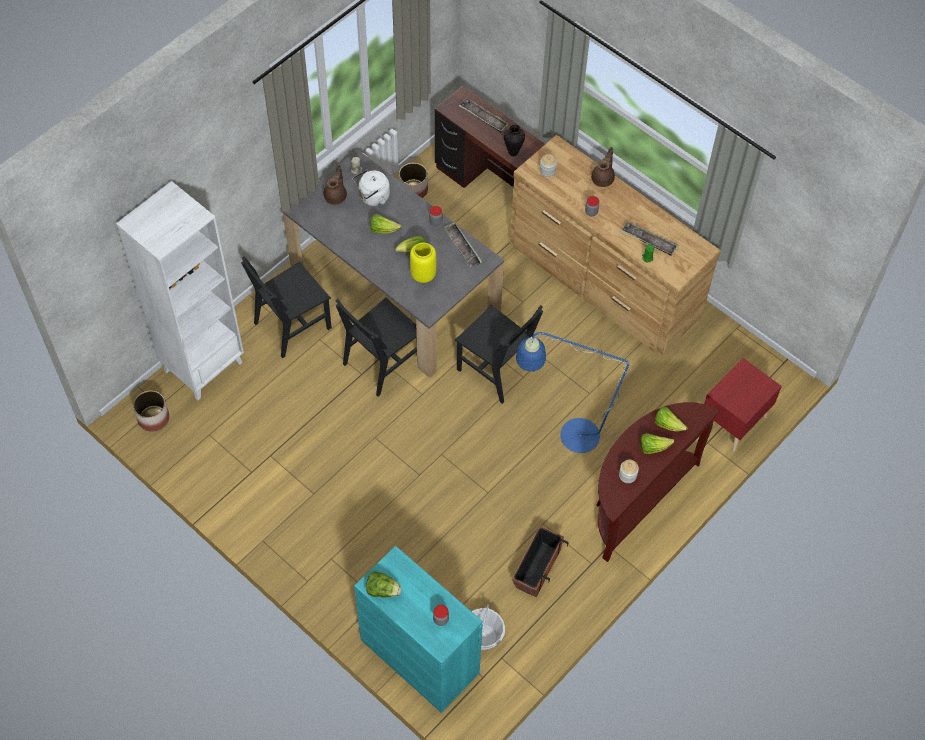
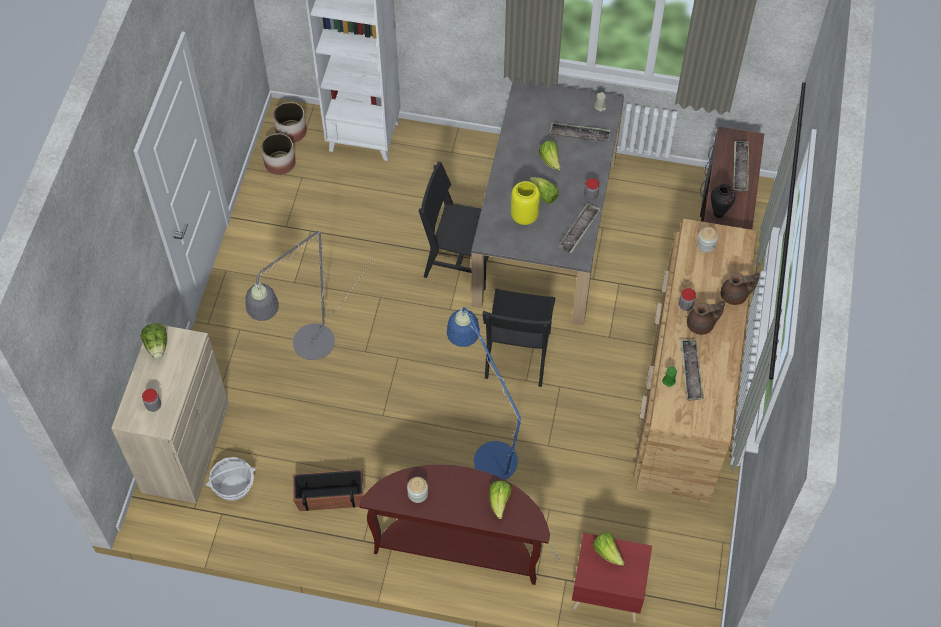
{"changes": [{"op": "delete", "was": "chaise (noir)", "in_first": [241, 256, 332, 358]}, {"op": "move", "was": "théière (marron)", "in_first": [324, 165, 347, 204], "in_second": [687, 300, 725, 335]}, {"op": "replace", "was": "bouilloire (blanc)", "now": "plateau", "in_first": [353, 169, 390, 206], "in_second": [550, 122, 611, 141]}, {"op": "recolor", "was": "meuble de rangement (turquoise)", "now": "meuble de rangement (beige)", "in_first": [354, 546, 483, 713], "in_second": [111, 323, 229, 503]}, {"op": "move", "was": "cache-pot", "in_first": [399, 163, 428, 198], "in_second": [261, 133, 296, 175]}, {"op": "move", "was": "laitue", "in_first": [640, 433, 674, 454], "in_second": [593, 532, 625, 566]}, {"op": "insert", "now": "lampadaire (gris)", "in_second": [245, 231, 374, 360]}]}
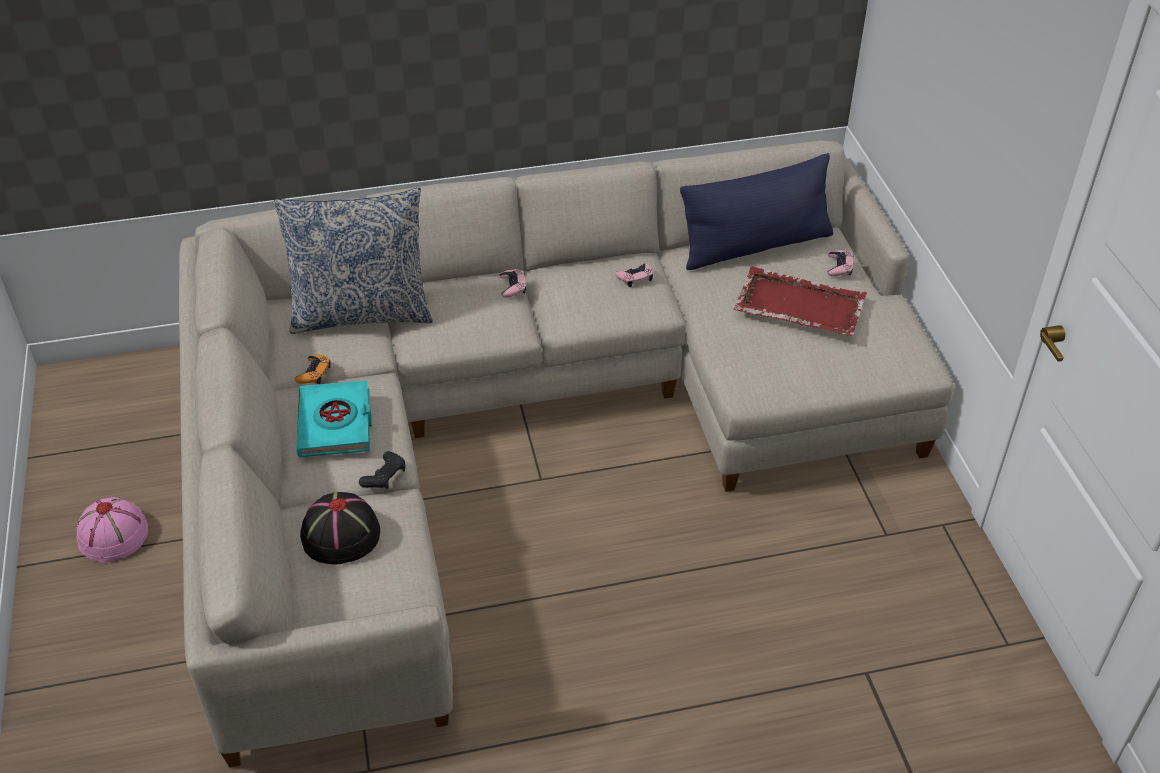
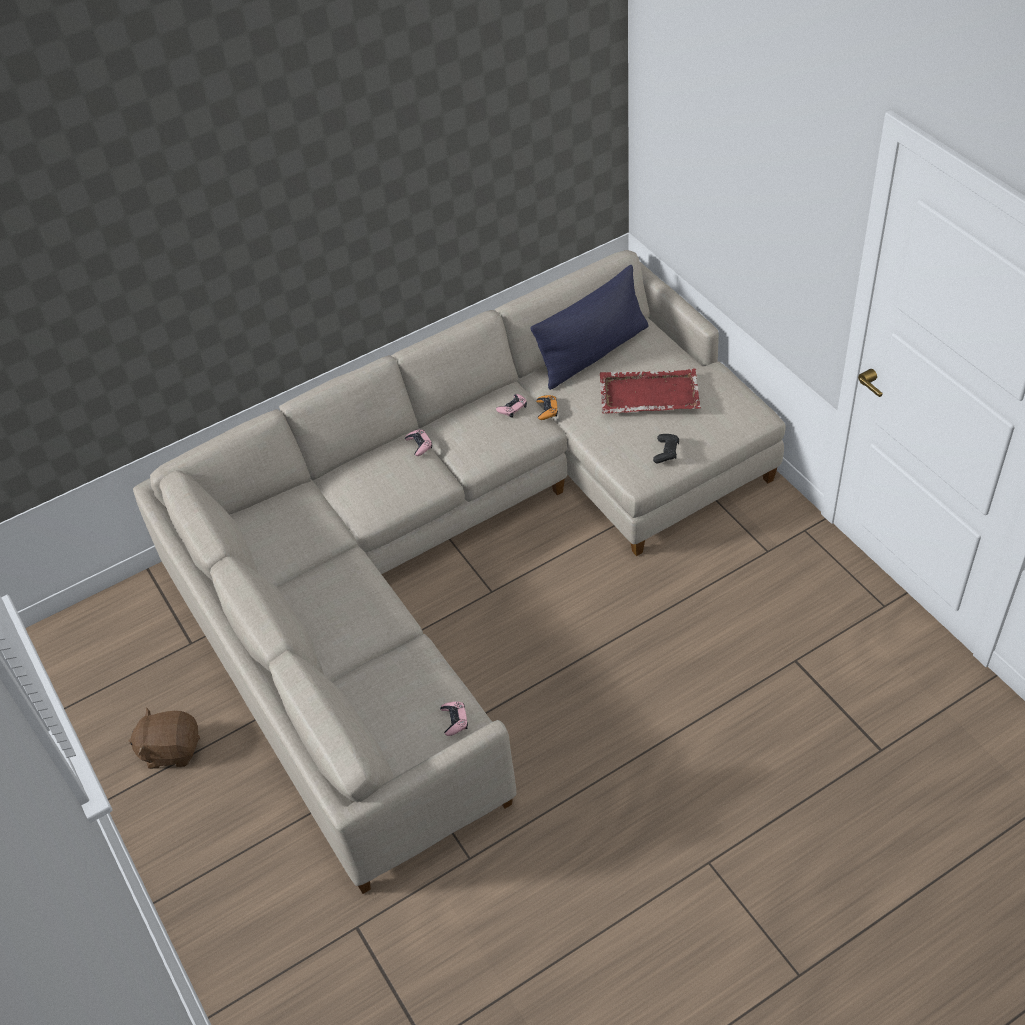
{"changes": [{"op": "replace", "was": "chapeau (rose)", "now": "peluche (marron)", "in_first": [77, 497, 148, 562], "in_second": [128, 708, 200, 769]}, {"op": "delete", "was": "coussin", "in_first": [273, 188, 433, 334]}, {"op": "move", "was": "manette (orange)", "in_first": [295, 354, 331, 384], "in_second": [536, 395, 558, 420]}, {"op": "delete", "was": "livre (turquoise)", "in_first": [296, 380, 372, 457]}, {"op": "delete", "was": "chapeau (noir)", "in_first": [300, 492, 380, 564]}, {"op": "move", "was": "manette (noir)", "in_first": [359, 451, 405, 489], "in_second": [653, 434, 679, 463]}, {"op": "move", "was": "manette (rose)", "in_first": [828, 250, 853, 276], "in_second": [440, 701, 468, 736]}]}
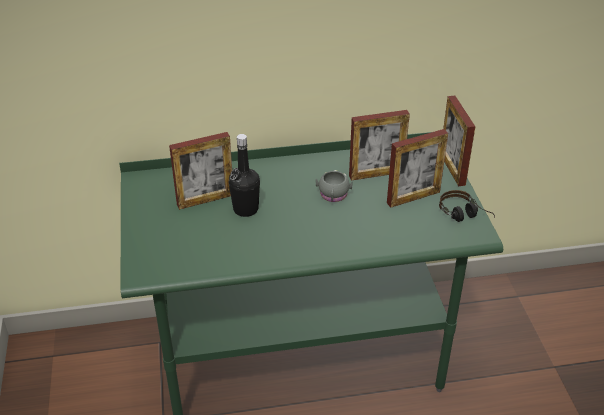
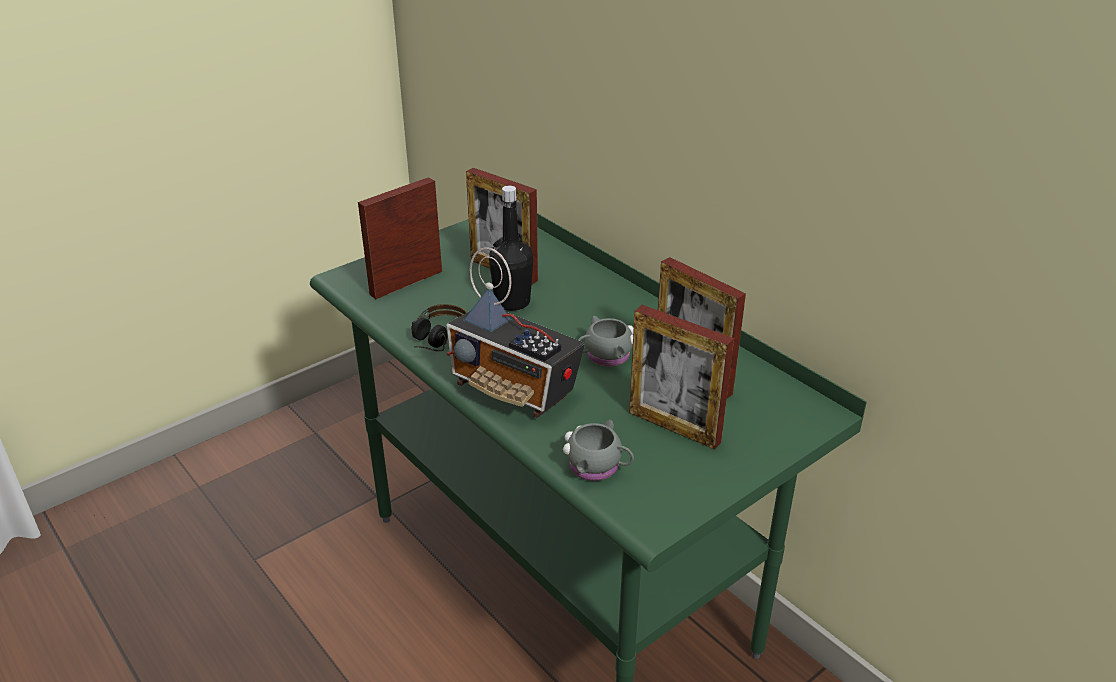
{"changes": [{"op": "move", "was": "casque audio", "in_first": [439, 190, 495, 222], "in_second": [411, 304, 467, 351]}, {"op": "move", "was": "cadre photo", "in_first": [443, 95, 475, 186], "in_second": [358, 177, 442, 299]}, {"op": "insert", "now": "radio", "in_second": [446, 247, 585, 418]}, {"op": "insert", "now": "mug (gris)", "in_second": [563, 420, 634, 481]}]}
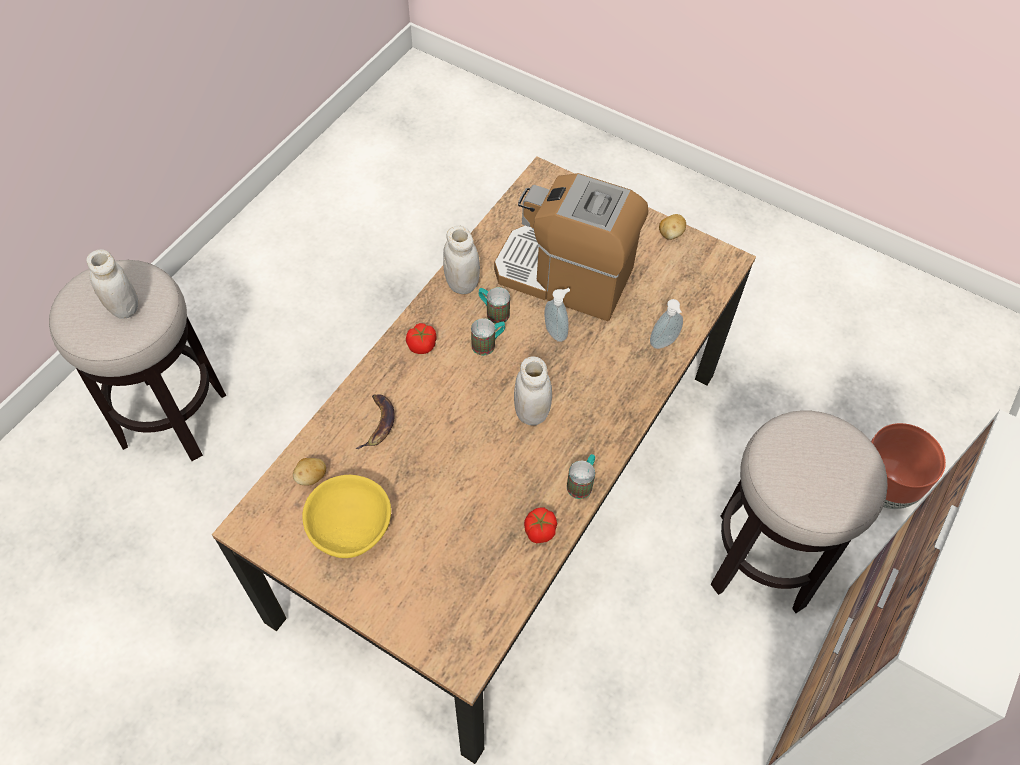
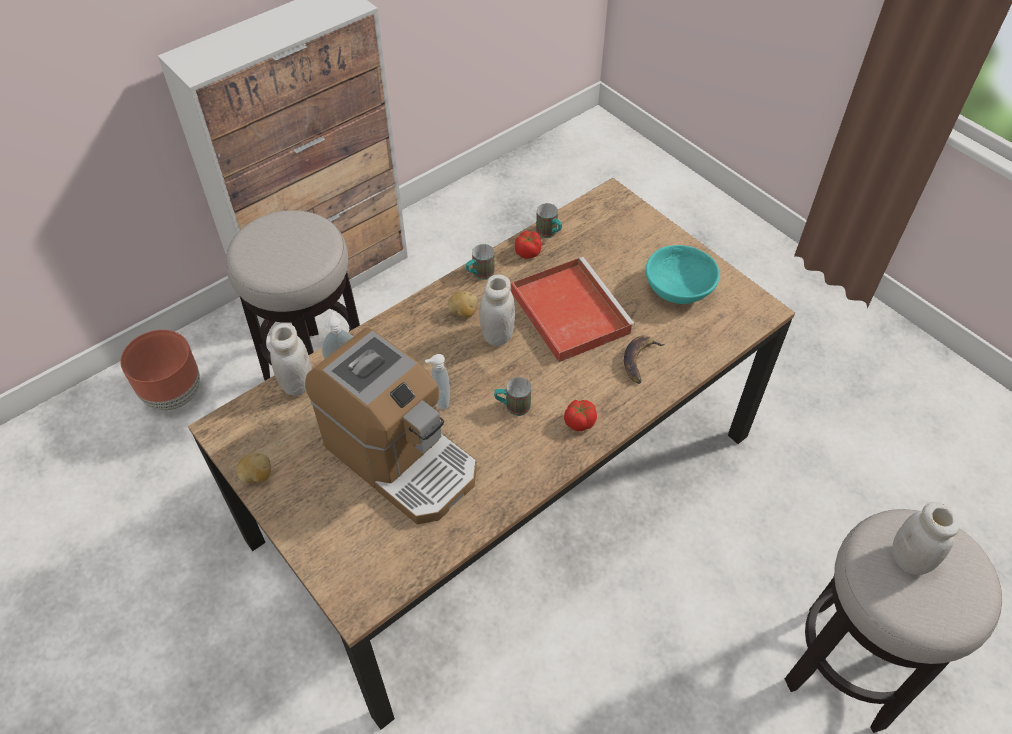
{"changes": [{"op": "move", "was": "pomme de terre", "in_first": [293, 458, 326, 486], "in_second": [448, 291, 478, 318]}, {"op": "recolor", "was": "bol (jaune)", "now": "bol (turquoise)", "in_first": [302, 475, 391, 558], "in_second": [646, 245, 720, 304]}, {"op": "move", "was": "bocal (blanc)", "in_first": [443, 226, 480, 294], "in_second": [270, 323, 312, 396]}, {"op": "move", "was": "mug", "in_first": [478, 287, 510, 324], "in_second": [536, 203, 562, 238]}, {"op": "insert", "now": "plateau (rouge)", "in_second": [511, 257, 635, 362]}]}
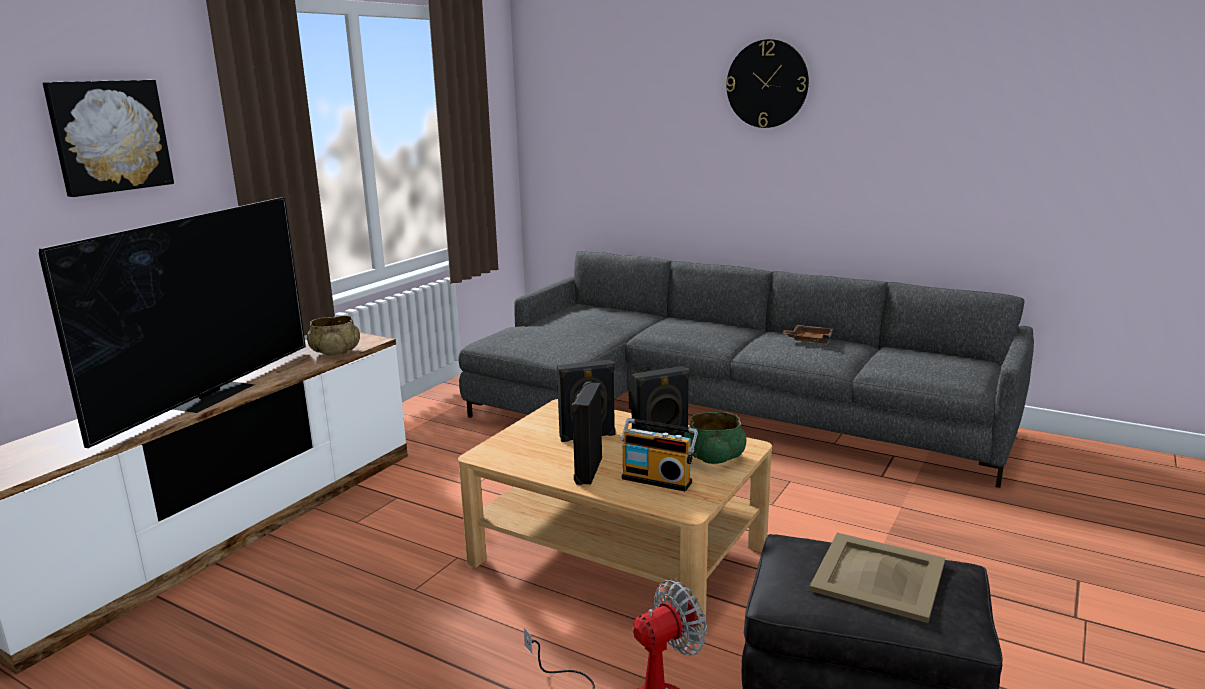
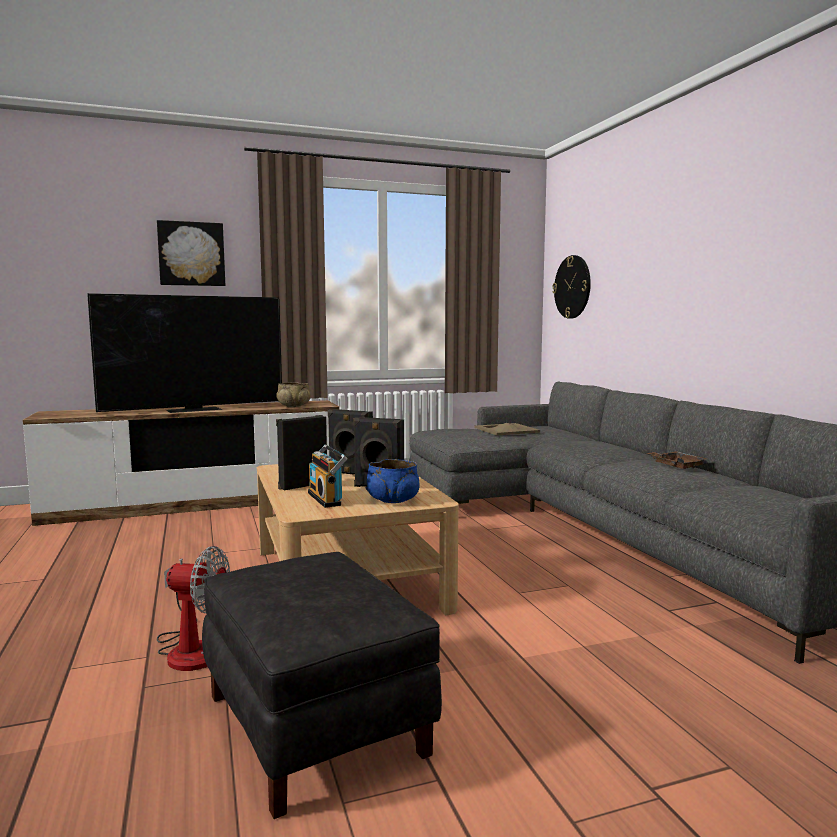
{"changes": [{"op": "recolor", "was": "bol (vert)", "now": "bol (bleu)", "in_first": [683, 412, 747, 464], "in_second": [366, 459, 420, 503]}, {"op": "move", "was": "horloge murale", "in_first": [726, 39, 809, 128], "in_second": [553, 255, 591, 319]}, {"op": "move", "was": "plateau (beige)", "in_first": [809, 533, 945, 623], "in_second": [475, 423, 540, 435]}]}
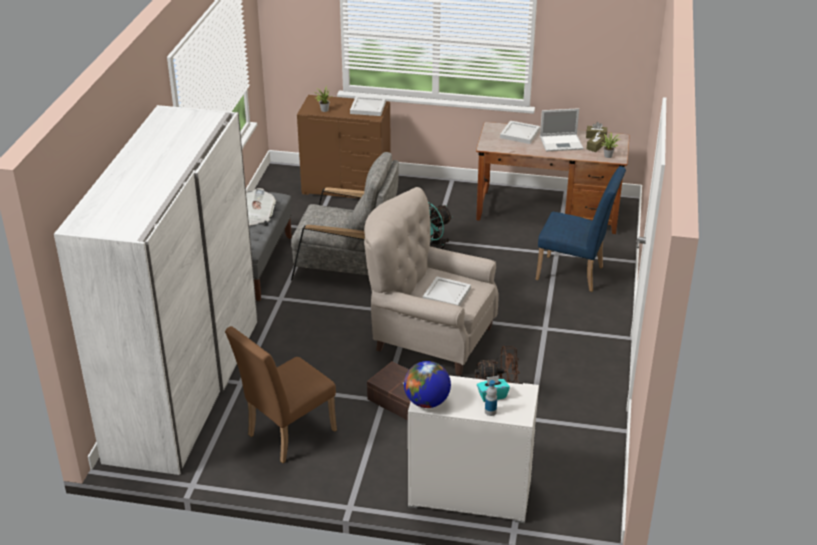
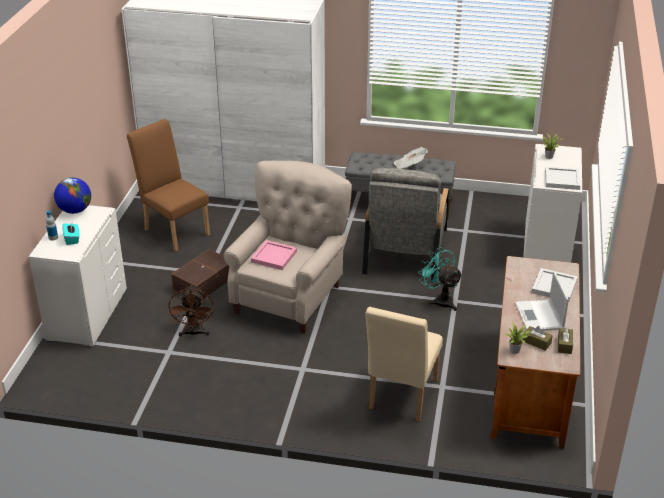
{"changes": [{"op": "recolor", "was": "commode (marron)", "now": "commode (blanc)", "in_first": [297, 95, 391, 199], "in_second": [523, 144, 582, 262]}, {"op": "recolor", "was": "plateau (blanc)", "now": "plateau (rose)", "in_first": [423, 276, 471, 306], "in_second": [251, 240, 297, 270]}, {"op": "recolor", "was": "chaise (bleu)", "now": "chaise (beige)", "in_first": [536, 166, 626, 292], "in_second": [365, 307, 443, 422]}]}
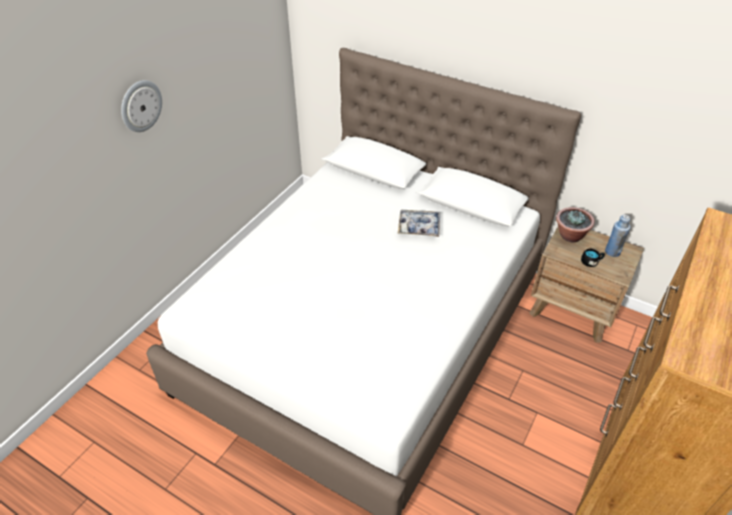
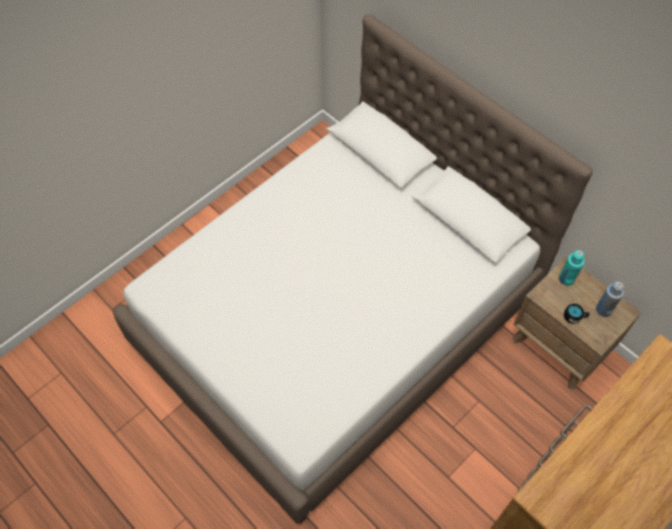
{"changes": [{"op": "delete", "was": "horloge murale", "in_first": [121, 80, 162, 132]}, {"op": "delete", "was": "plateau", "in_first": [398, 210, 440, 237]}, {"op": "replace", "was": "plante en pot", "now": "bouteille (turquoise)", "in_first": [556, 207, 595, 242], "in_second": [559, 250, 585, 286]}]}
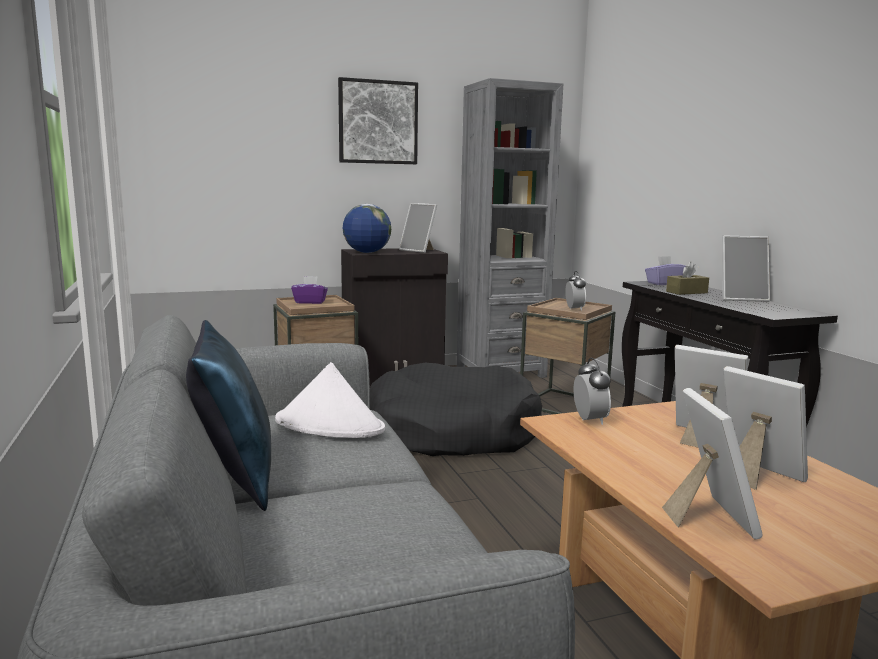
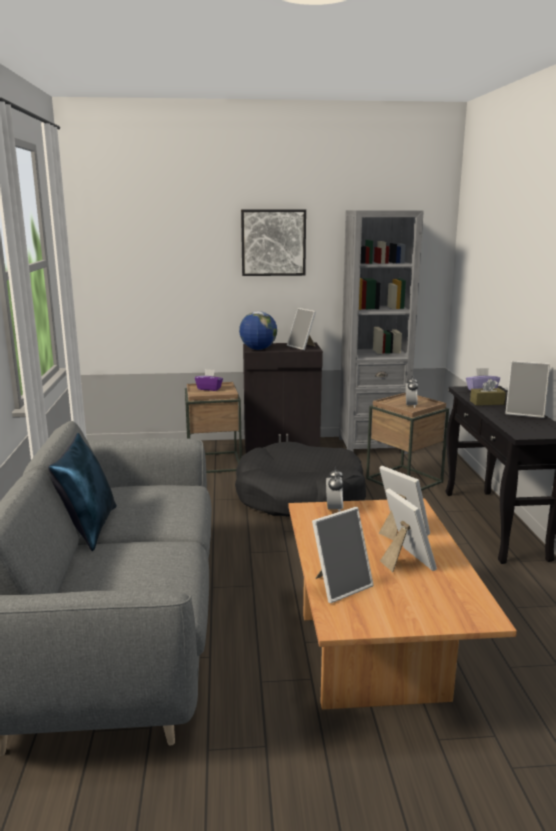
{"changes": [{"op": "delete", "was": "chapeau (blanc)", "in_first": [275, 362, 385, 438]}, {"op": "rotate", "was": "cadre photo", "in_first": [662, 388, 762, 540], "in_second": [312, 507, 374, 603], "clockwise": 45}]}
